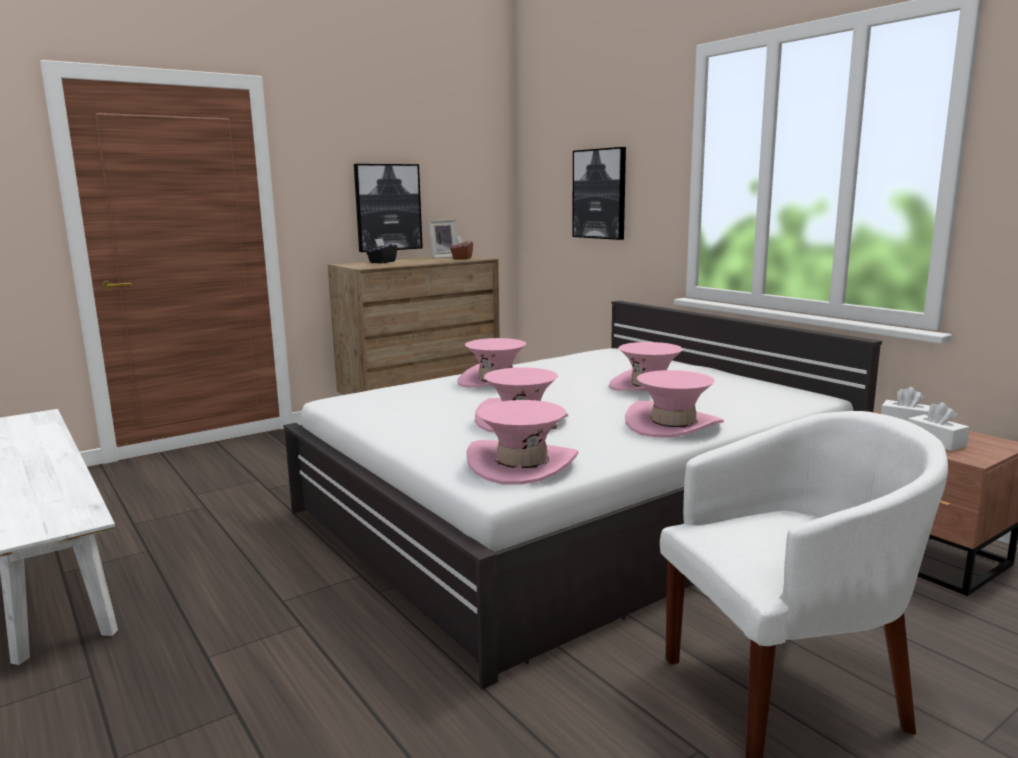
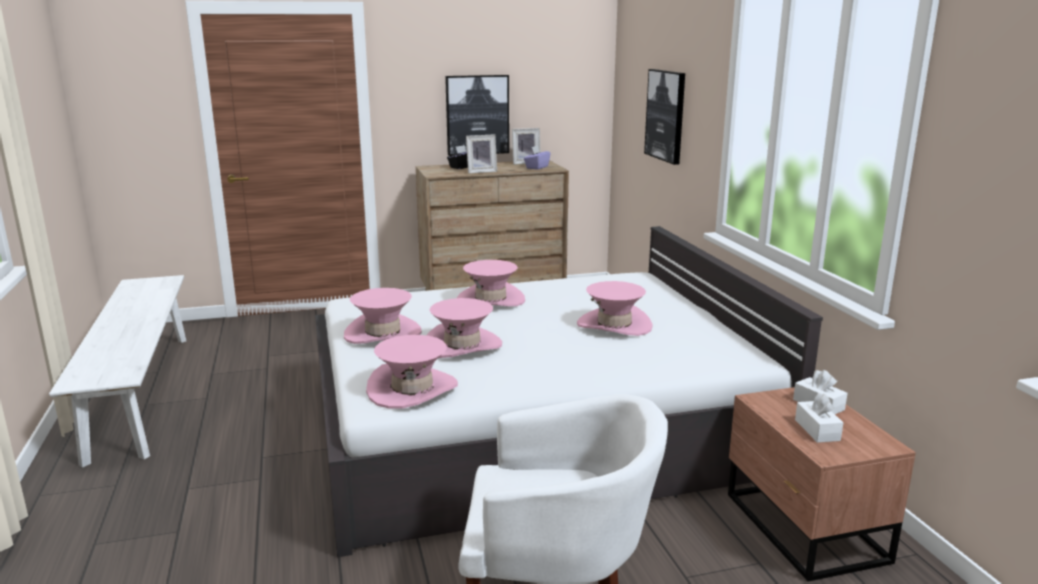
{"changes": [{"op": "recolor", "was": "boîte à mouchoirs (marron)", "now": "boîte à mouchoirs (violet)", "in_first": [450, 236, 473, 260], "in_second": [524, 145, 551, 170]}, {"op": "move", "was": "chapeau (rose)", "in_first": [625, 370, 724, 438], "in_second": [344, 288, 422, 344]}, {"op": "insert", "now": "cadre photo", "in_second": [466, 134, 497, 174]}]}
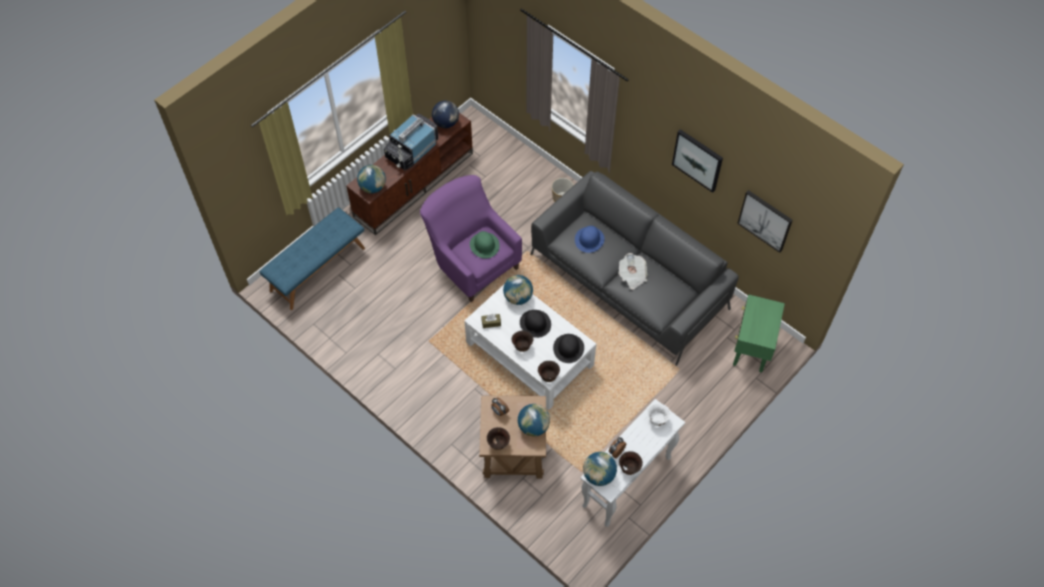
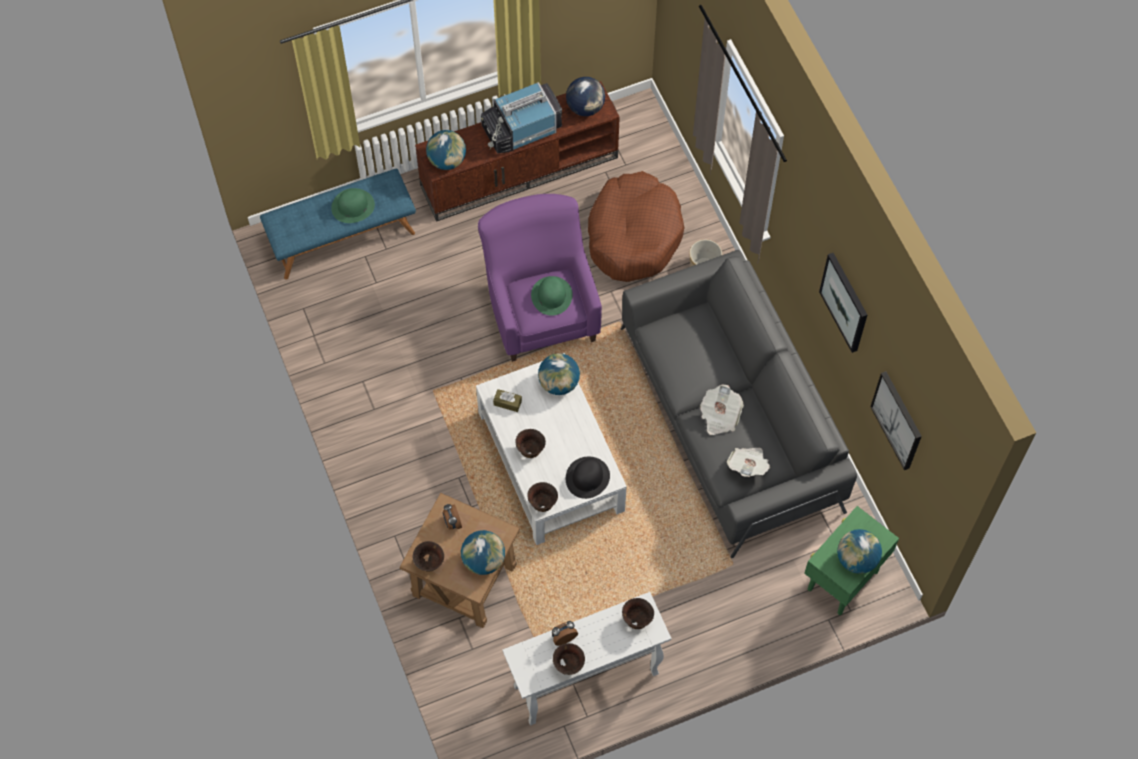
{"changes": [{"op": "delete", "was": "chapeau (noir)", "in_first": [520, 310, 551, 338]}, {"op": "delete", "was": "chapeau (bleu)", "in_first": [575, 226, 605, 253]}, {"op": "move", "was": "globe", "in_first": [583, 452, 617, 486], "in_second": [837, 529, 882, 574]}, {"op": "recolor", "was": "bol (blanc)", "now": "bol (marron)", "in_first": [647, 403, 671, 426], "in_second": [622, 598, 654, 629]}, {"op": "insert", "now": "chapeau (vert)", "in_second": [331, 188, 375, 223]}, {"op": "insert", "now": "panier pour chien (marron)", "in_second": [588, 171, 684, 282]}, {"op": "insert", "now": "journal", "in_second": [727, 448, 771, 477]}]}
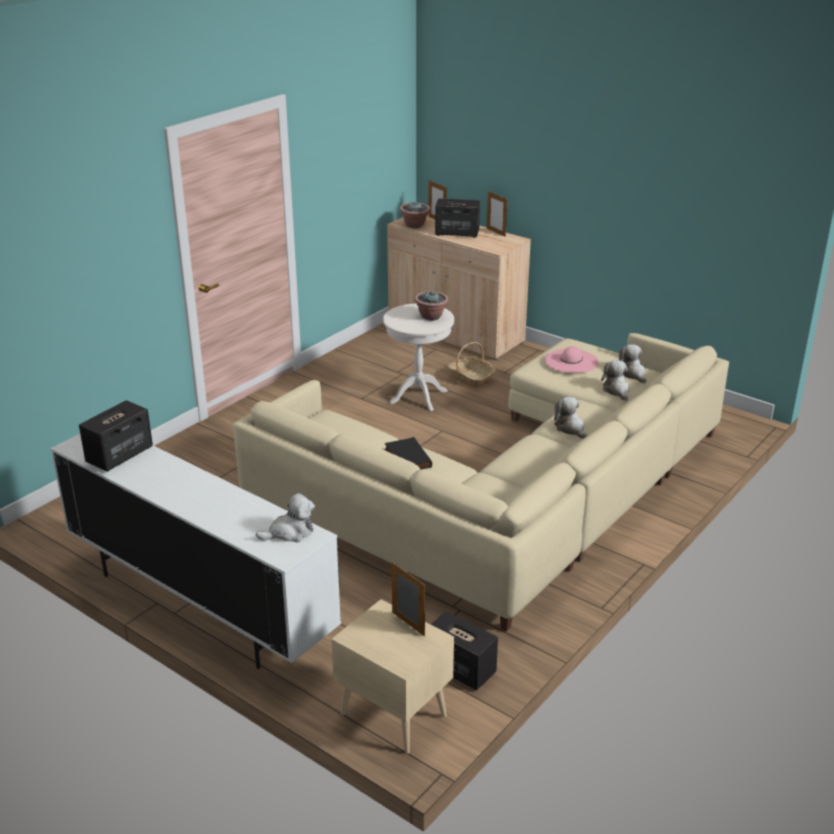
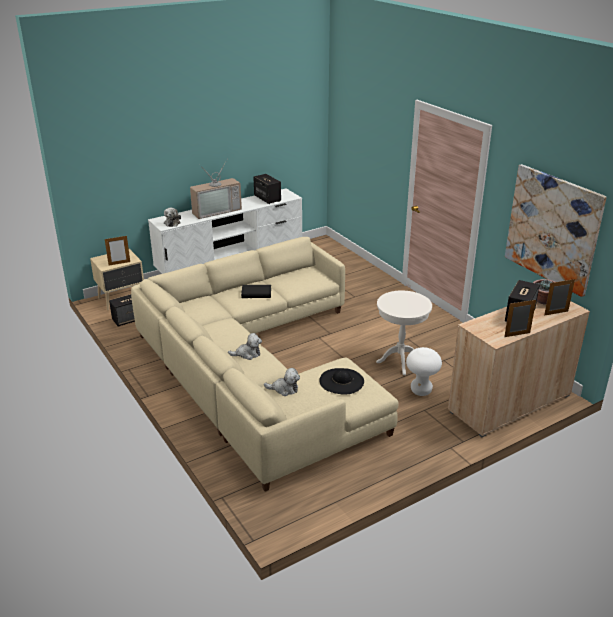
{"changes": [{"op": "delete", "was": "plante en pot", "in_first": [415, 291, 448, 321]}, {"op": "replace", "was": "panier", "now": "tabouret (blanc)", "in_first": [448, 342, 495, 388], "in_second": [406, 347, 442, 396]}, {"op": "recolor", "was": "chapeau (rose)", "now": "chapeau (noir)", "in_first": [545, 346, 598, 373], "in_second": [319, 368, 364, 394]}, {"op": "delete", "was": "peluche", "in_first": [619, 344, 647, 384]}, {"op": "insert", "now": "téléviseur", "in_second": [190, 158, 242, 219]}, {"op": "insert", "now": "tableau", "in_second": [505, 164, 607, 297]}]}
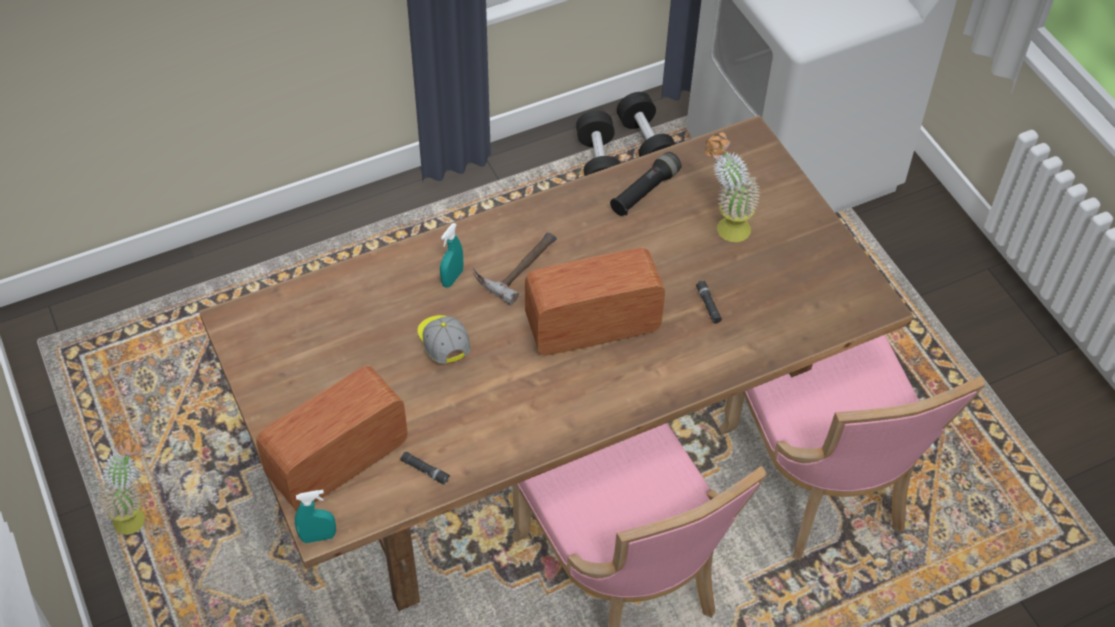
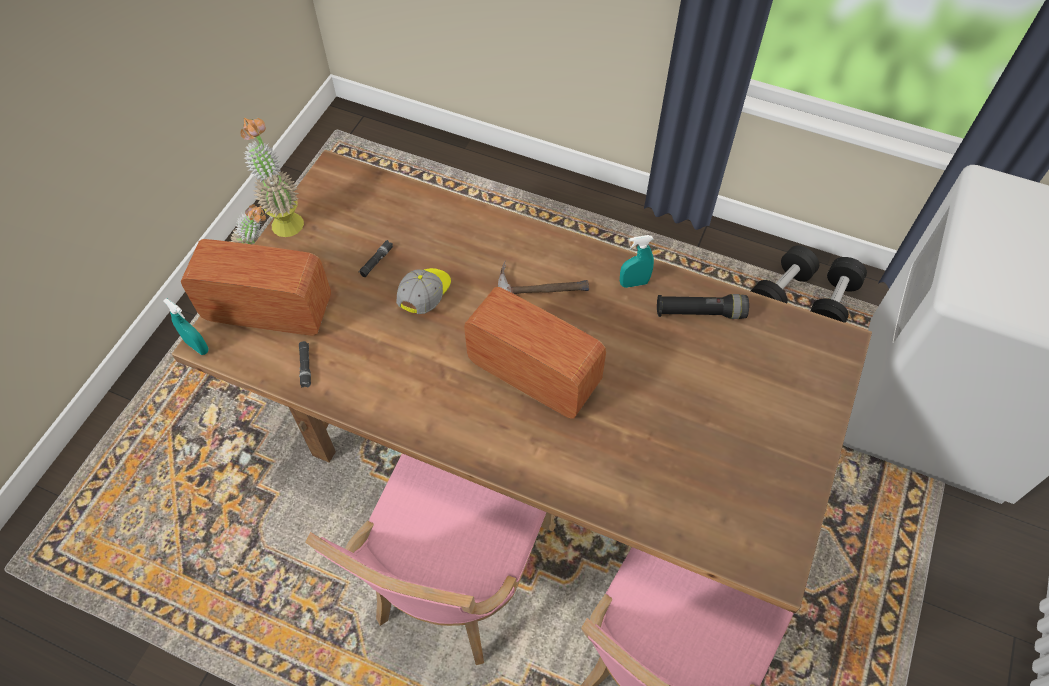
{"changes": [{"op": "move", "was": "vaporisateur (turquoise)", "in_first": [440, 223, 464, 288], "in_second": [620, 235, 654, 288]}, {"op": "move", "was": "lampe de poche (noir)", "in_first": [696, 281, 722, 324], "in_second": [359, 240, 393, 277]}, {"op": "move", "was": "plante en pot", "in_first": [705, 132, 760, 242], "in_second": [240, 117, 304, 237]}]}
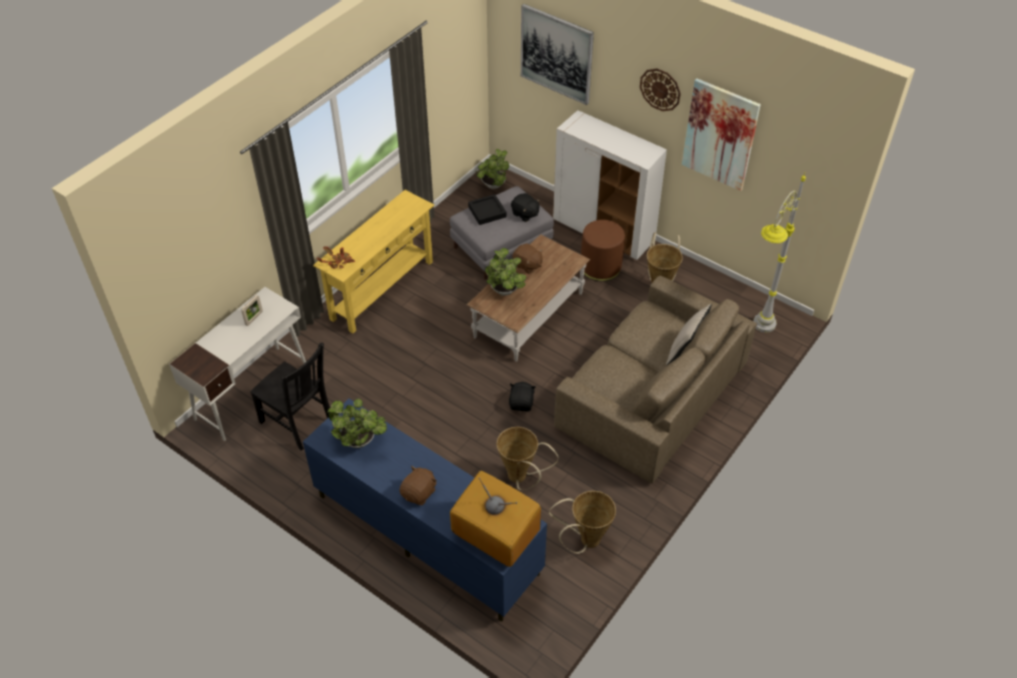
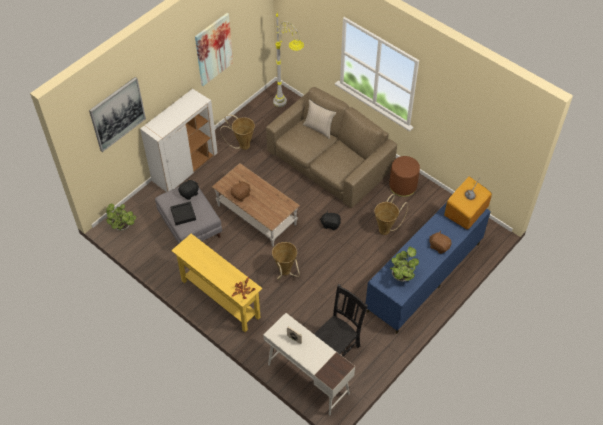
{"changes": [{"op": "delete", "was": "plante en pot", "in_first": [485, 248, 526, 296]}, {"op": "move", "was": "panier", "in_first": [549, 491, 616, 554], "in_second": [272, 242, 300, 280]}, {"op": "move", "was": "pouf (marron)", "in_first": [581, 220, 625, 281], "in_second": [389, 156, 420, 197]}, {"op": "delete", "was": "horloge murale", "in_first": [640, 69, 681, 111]}]}
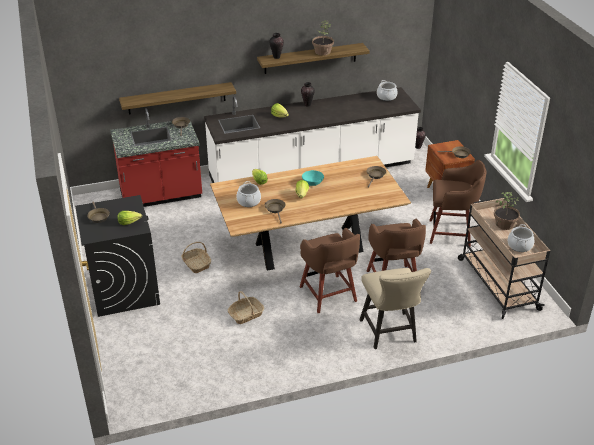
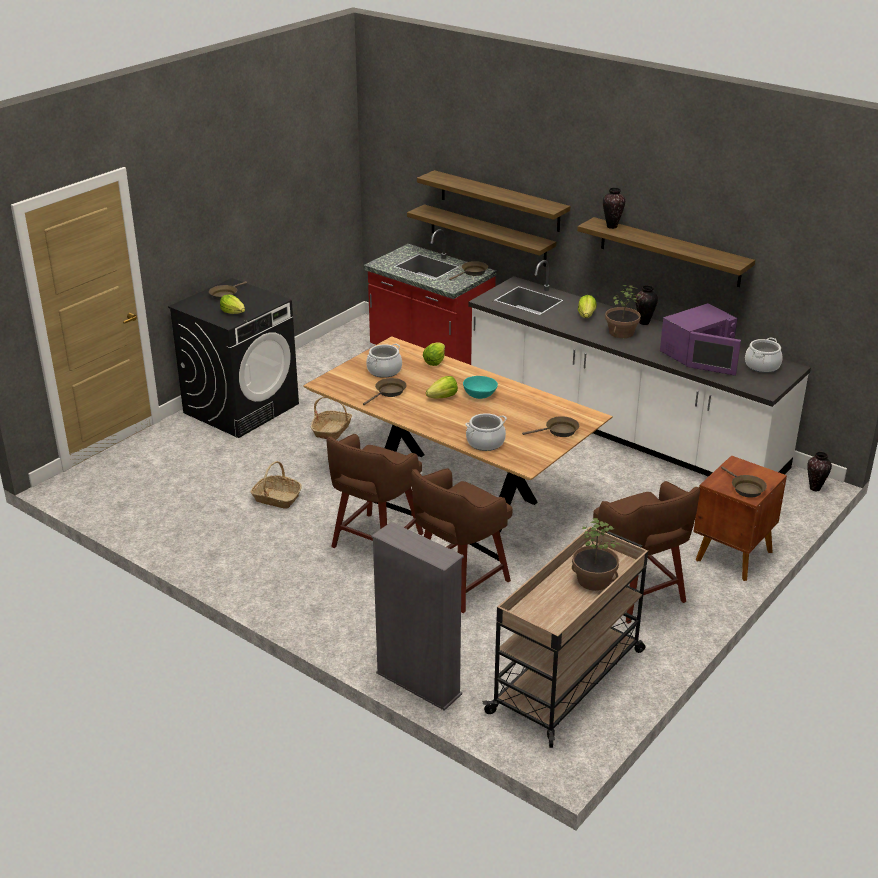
{"changes": [{"op": "move", "was": "plante en pot", "in_first": [312, 20, 334, 56], "in_second": [605, 285, 641, 338]}, {"op": "delete", "was": "chaise (beige)", "in_first": [359, 268, 431, 349]}, {"op": "move", "was": "marmite", "in_first": [508, 224, 534, 252], "in_second": [465, 413, 507, 451]}, {"op": "insert", "now": "bibliothèque (gris)", "in_second": [371, 522, 464, 711]}, {"op": "insert", "now": "étagère", "in_second": [417, 170, 570, 232]}, {"op": "insert", "now": "micro-ondes (violet)", "in_second": [660, 303, 741, 376]}]}
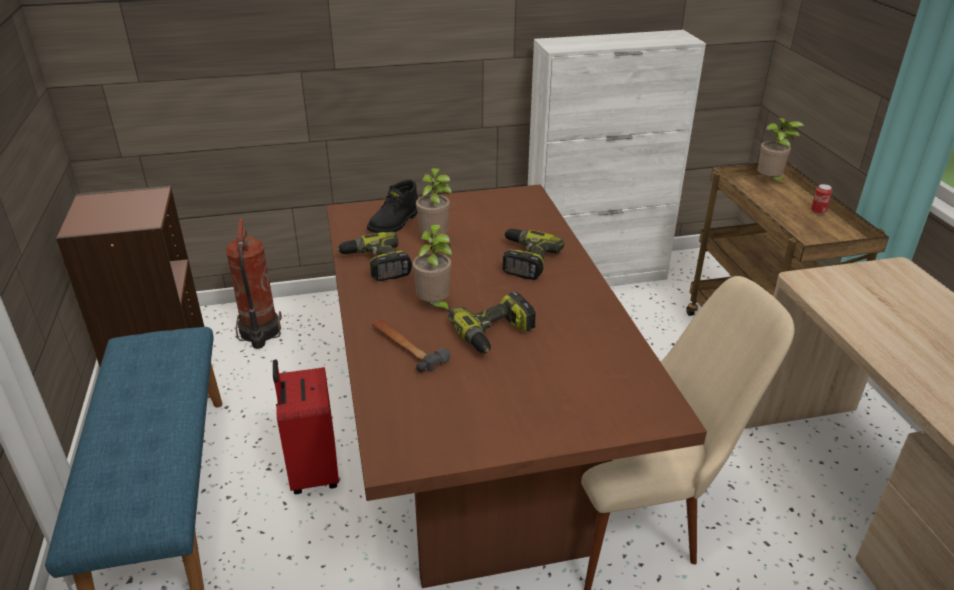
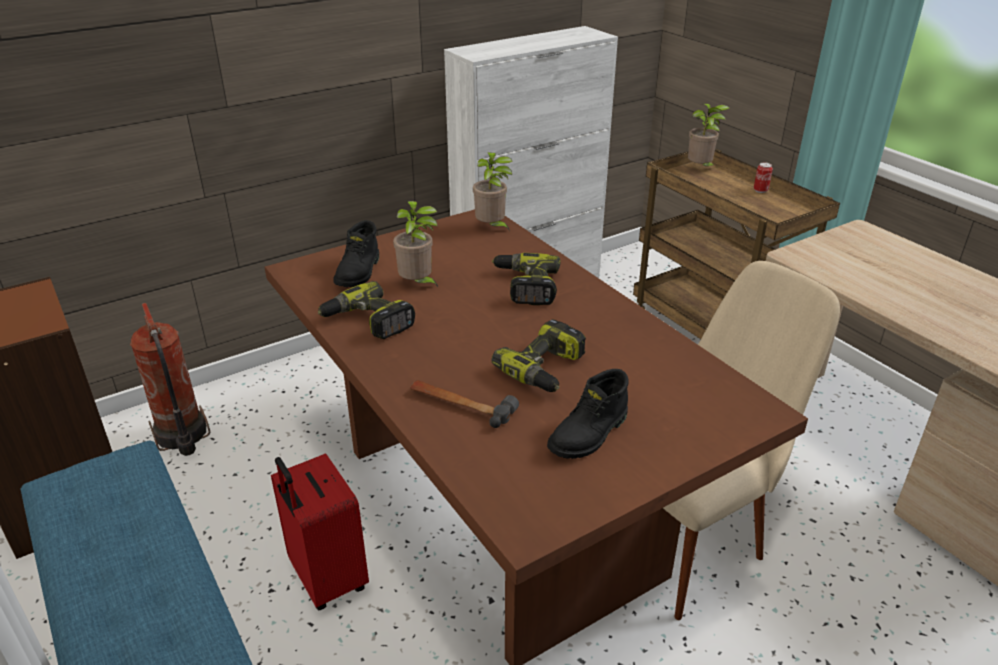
{"changes": [{"op": "move", "was": "plante en pot", "in_first": [413, 224, 452, 313], "in_second": [473, 152, 512, 231]}, {"op": "insert", "now": "botte (noir)", "in_second": [547, 369, 629, 459]}]}
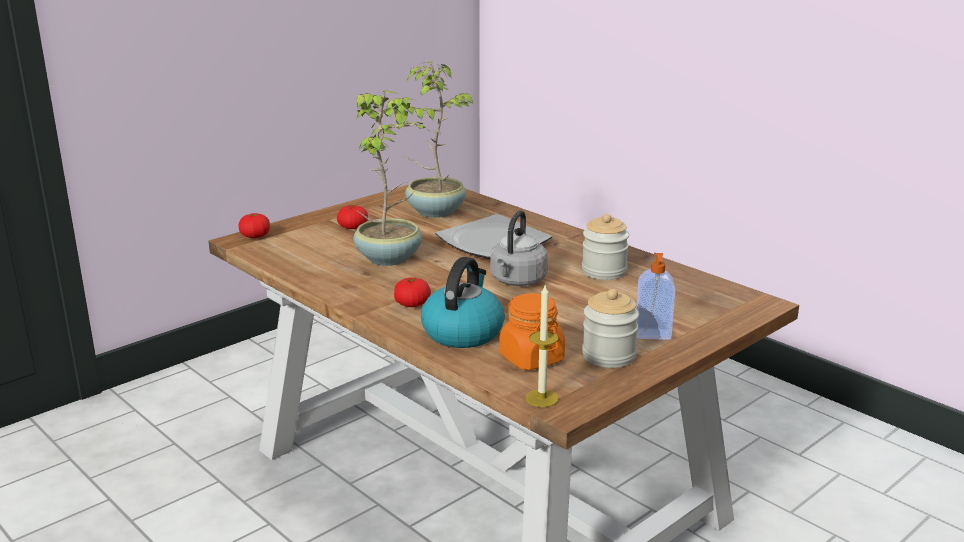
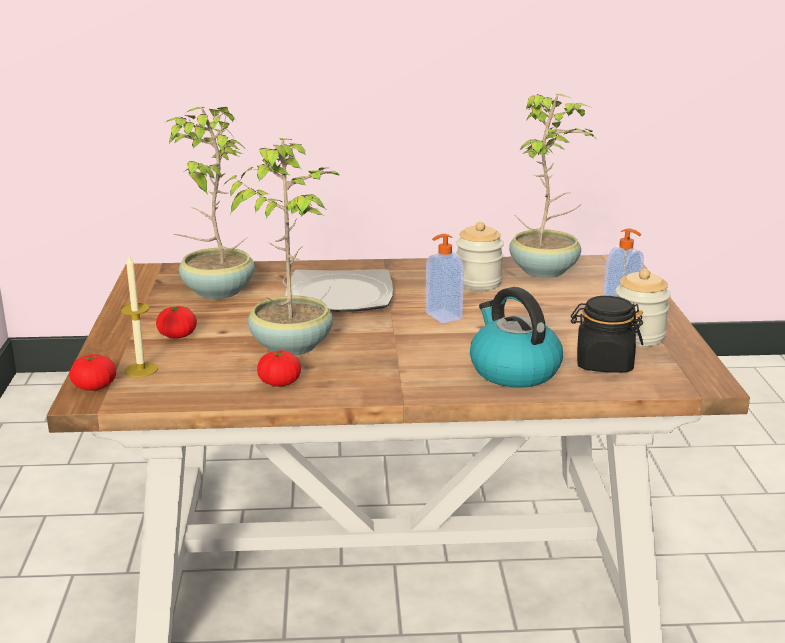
{"changes": [{"op": "move", "was": "tomate", "in_first": [394, 277, 431, 307], "in_second": [257, 350, 301, 387]}, {"op": "replace", "was": "bouilloire (gris)", "now": "distributeur de savon", "in_first": [490, 210, 548, 286], "in_second": [425, 234, 464, 323]}, {"op": "recolor", "was": "bocal (orange)", "now": "bocal (noir)", "in_first": [499, 293, 565, 370], "in_second": [571, 296, 643, 373]}, {"op": "move", "was": "bougie", "in_first": [525, 285, 559, 407], "in_second": [120, 256, 158, 377]}, {"op": "insert", "now": "plante en pot", "in_second": [509, 94, 598, 278]}]}
